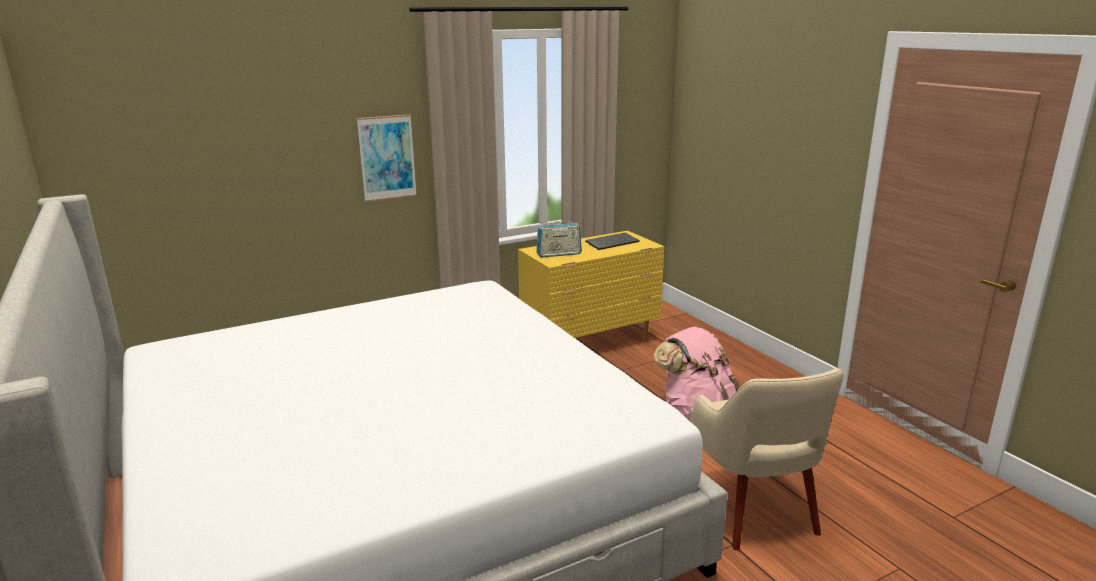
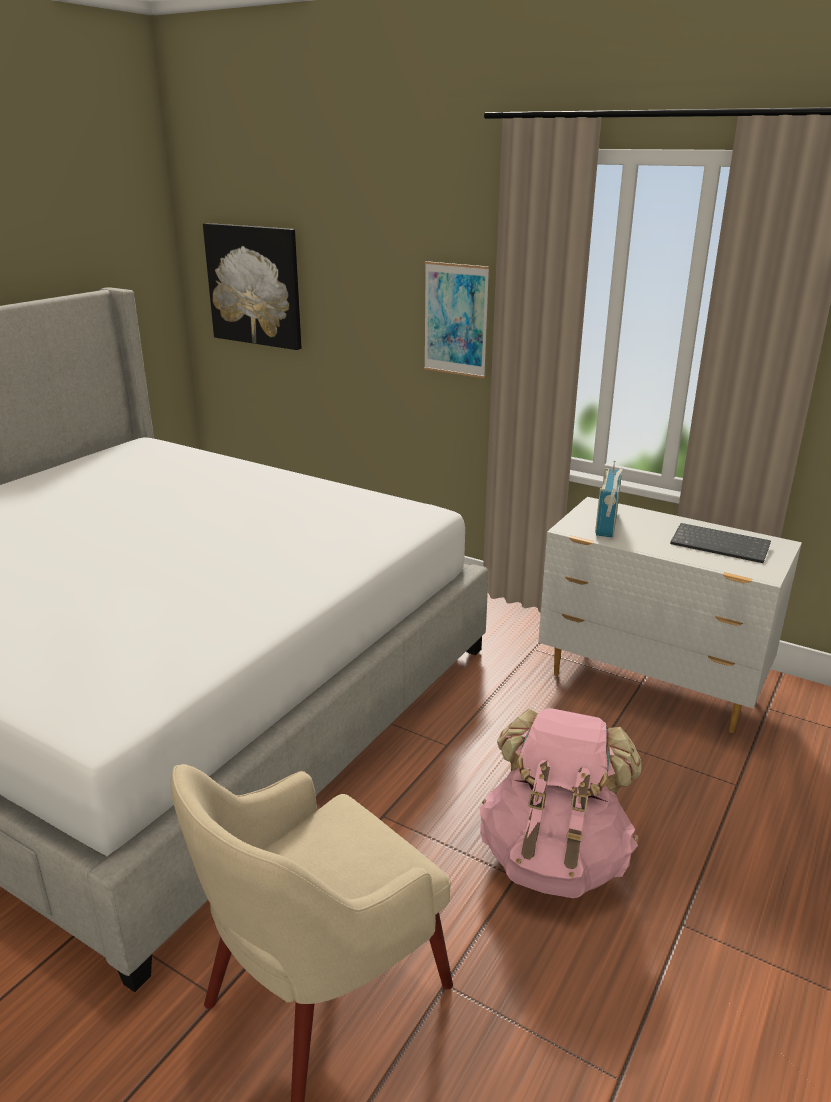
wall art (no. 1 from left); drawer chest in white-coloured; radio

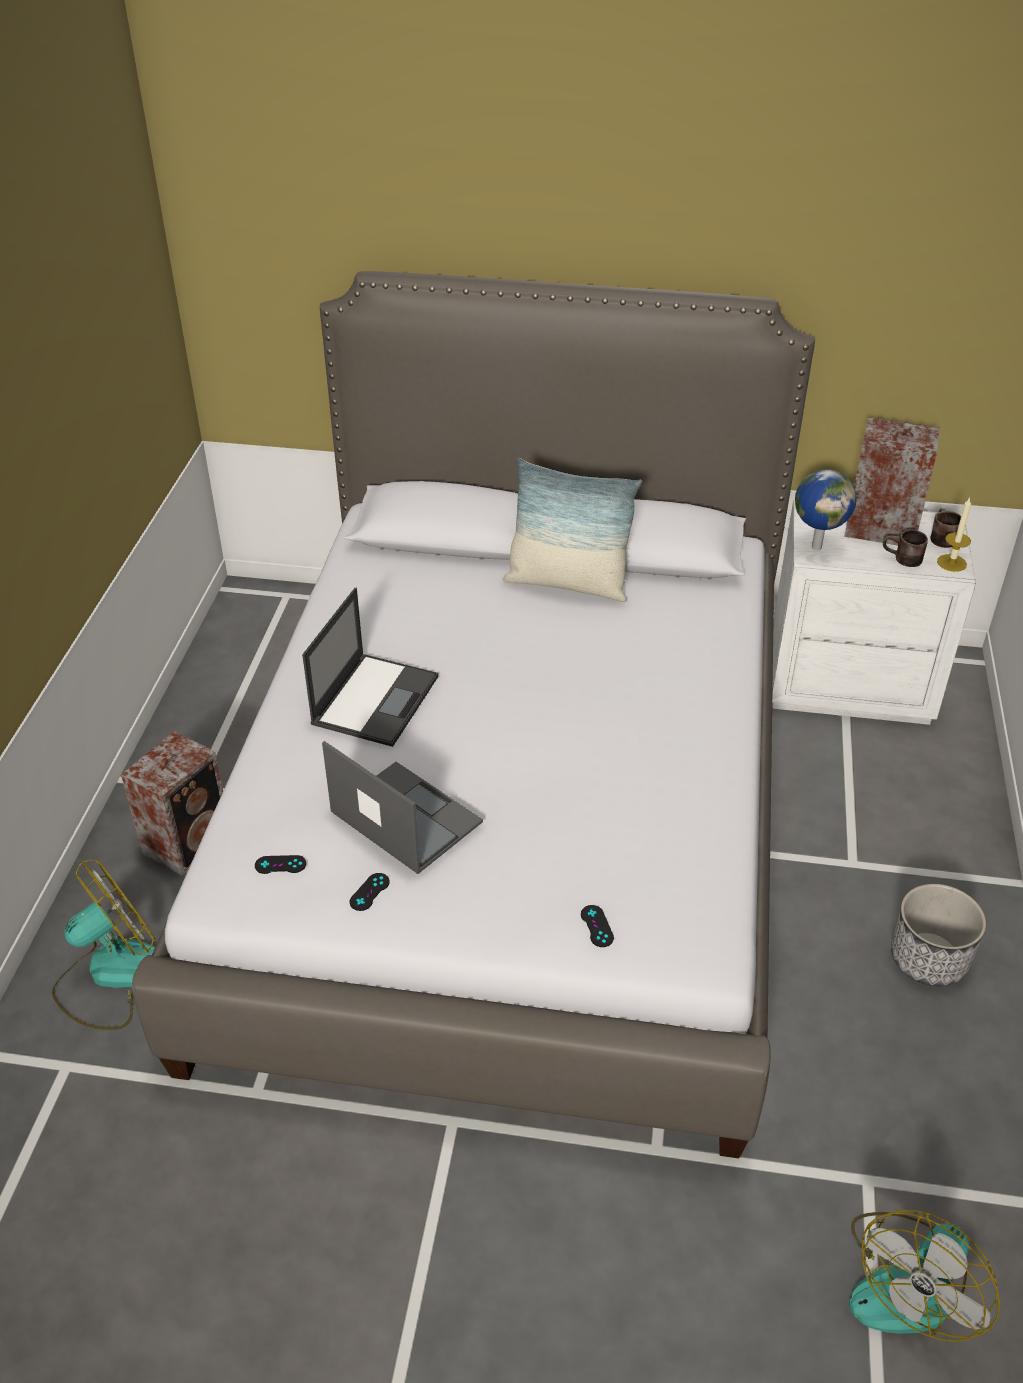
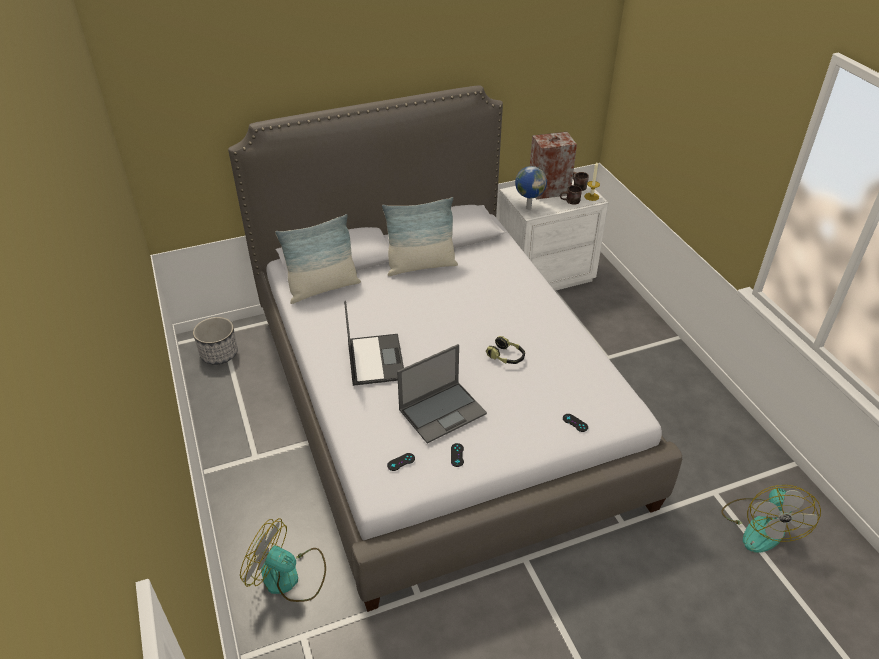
speaker (no. 1 from left in the first image); pillow (no. 1 from left); headphones; plant pot; fan (no. 1 from left); laptop (no. 2 from left)

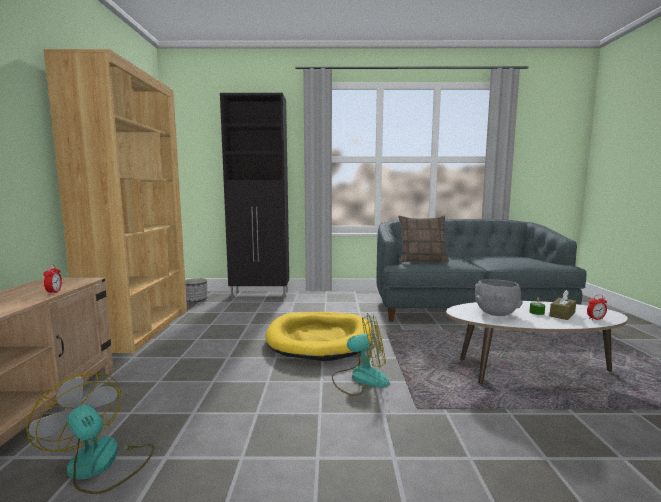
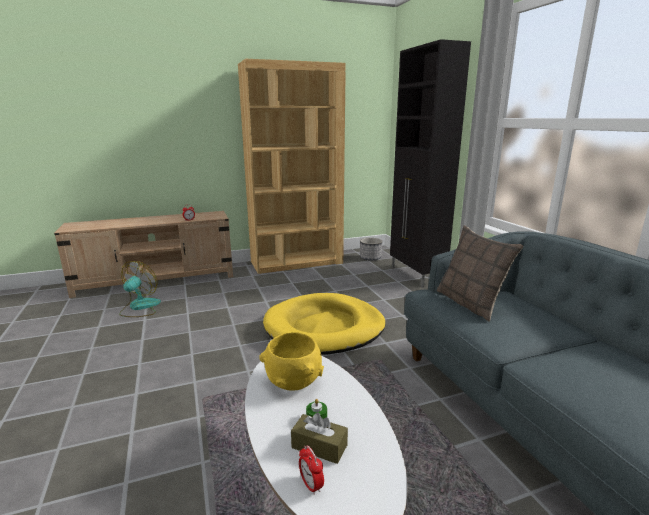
fan (no. 2 from left in the first image); deep dish in yellow

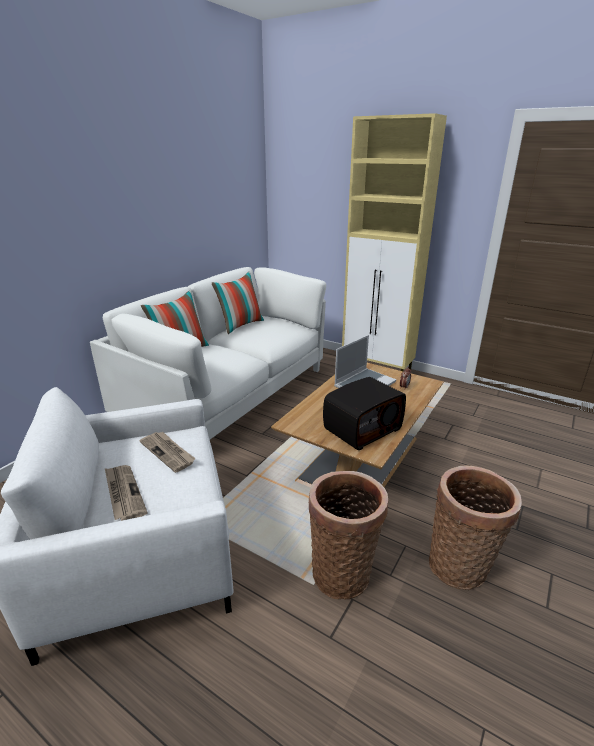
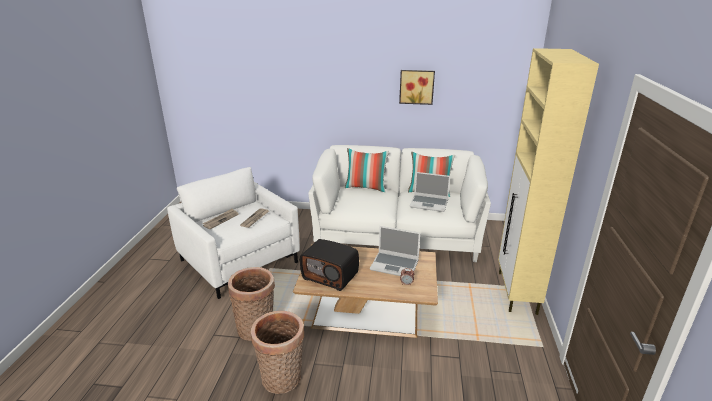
wall art; laptop (no. 2 from left)

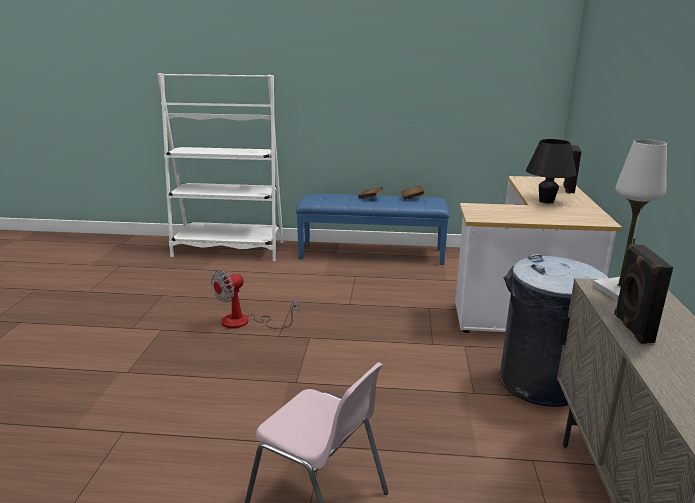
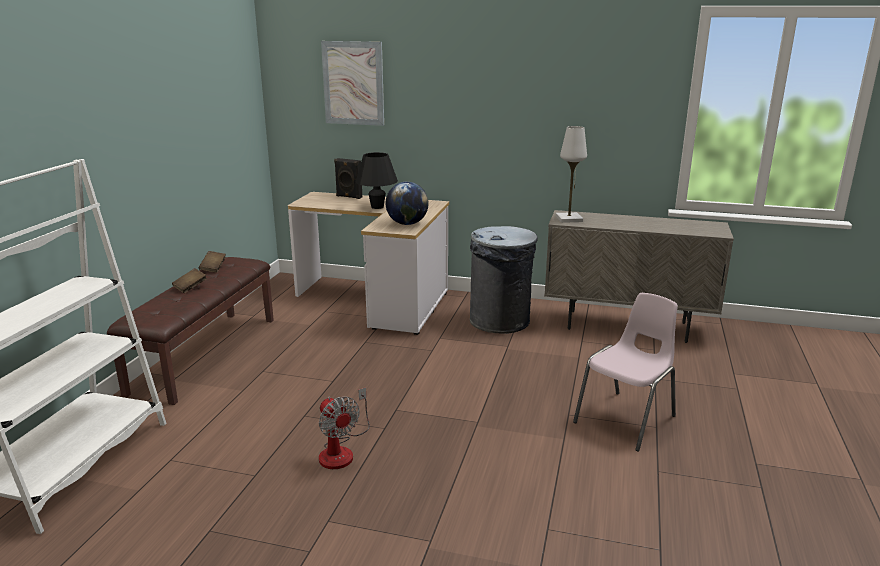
speaker in black (no. 2 from left in the first image); wall art; globe; bench in brown-coloured

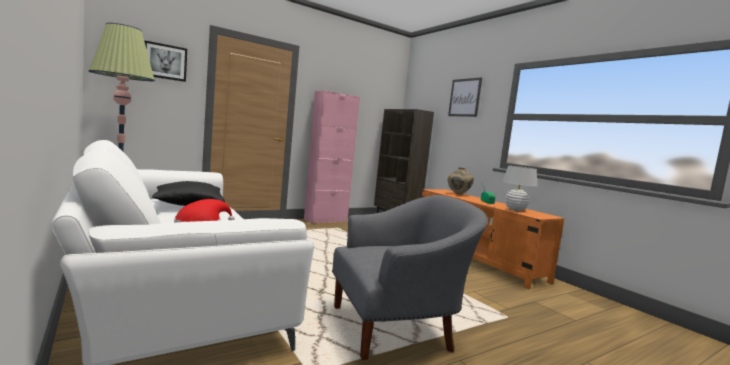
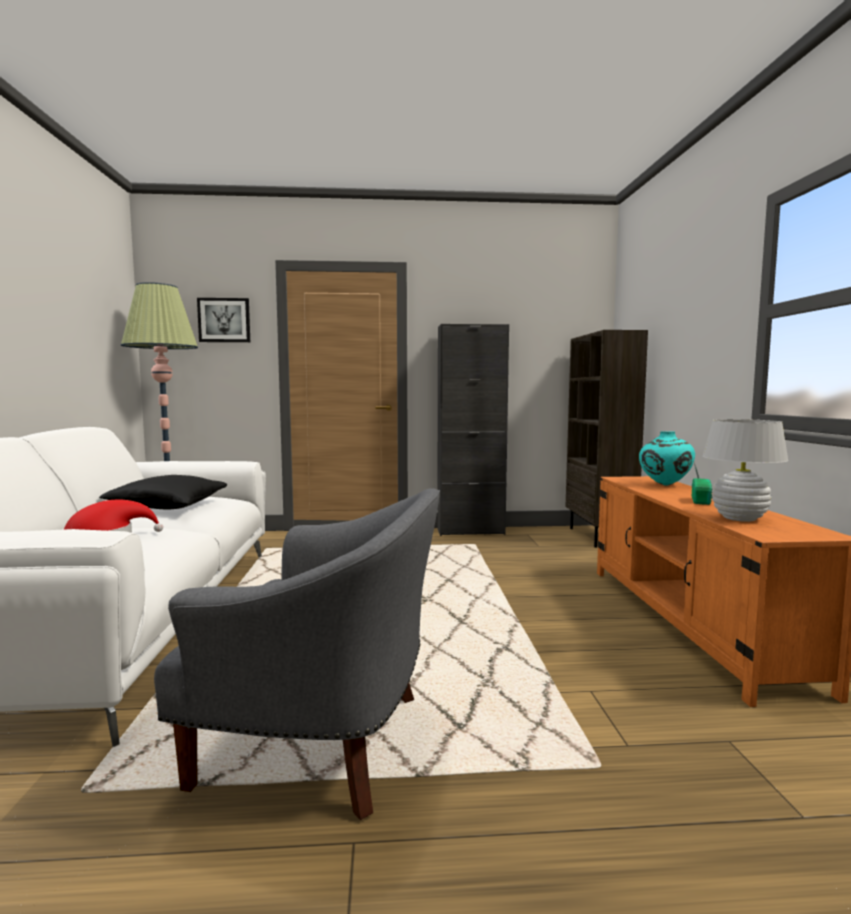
wall art (no. 2 from left in the first image); cabinet in black; vase in blue-green

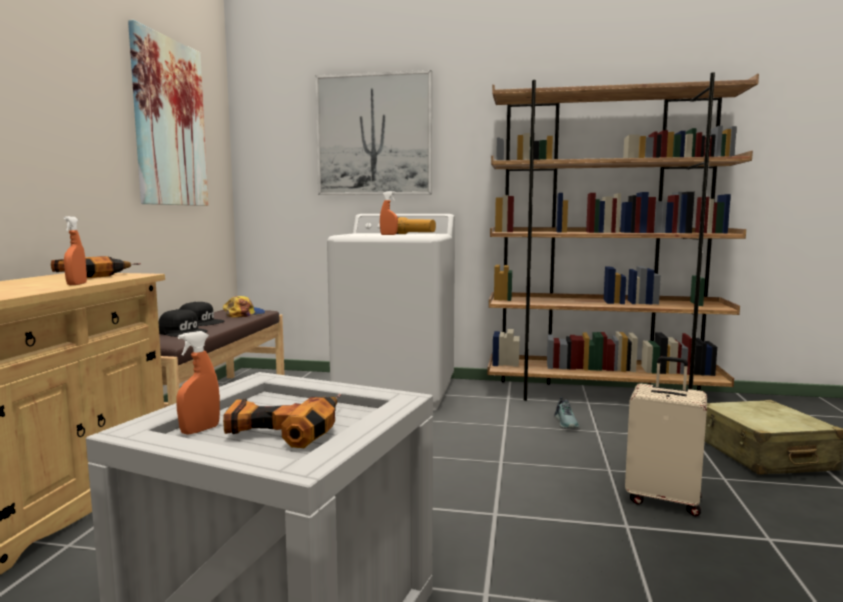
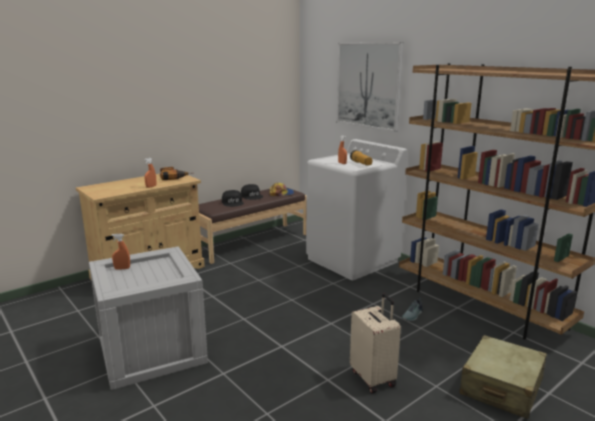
wall art (no. 1 from left in the first image); drill (no. 2 from left in the first image)

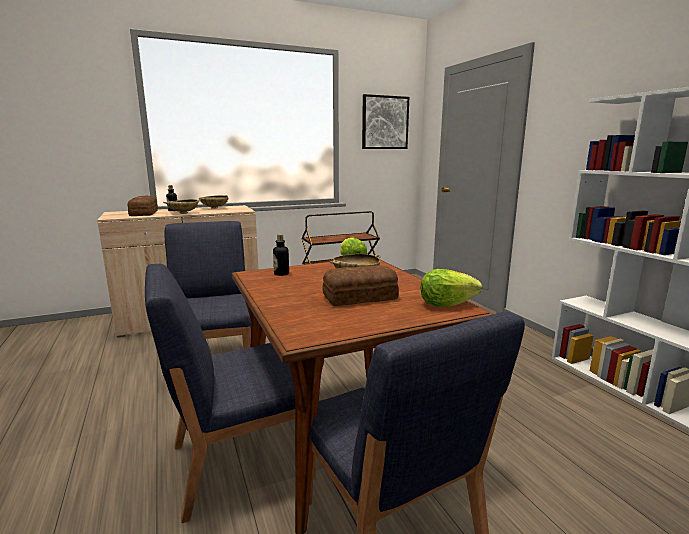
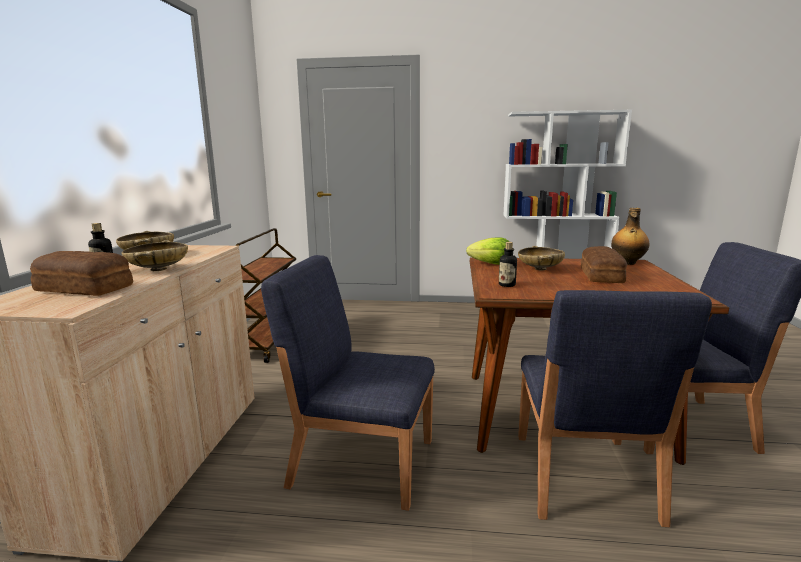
wall art; beverage bottle (no. 3 from left)

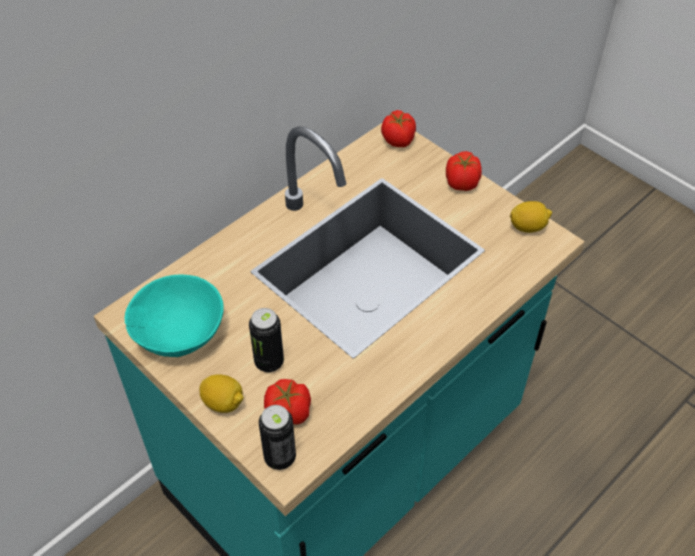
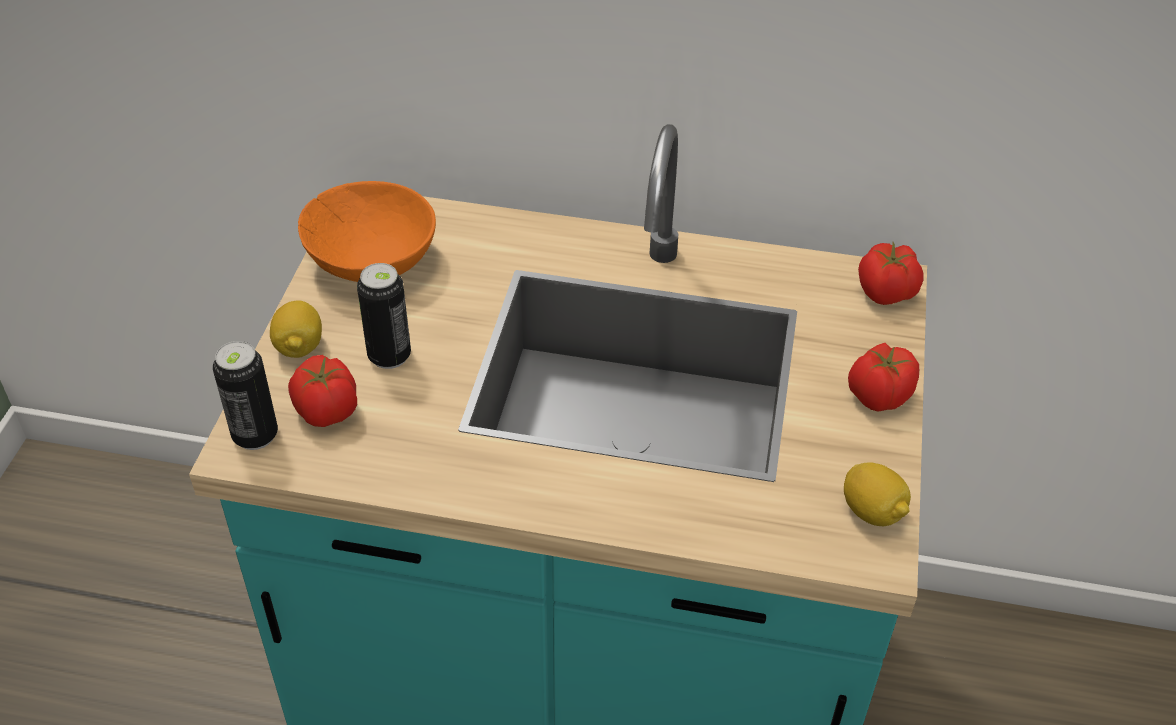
deep dish in orange-coloured

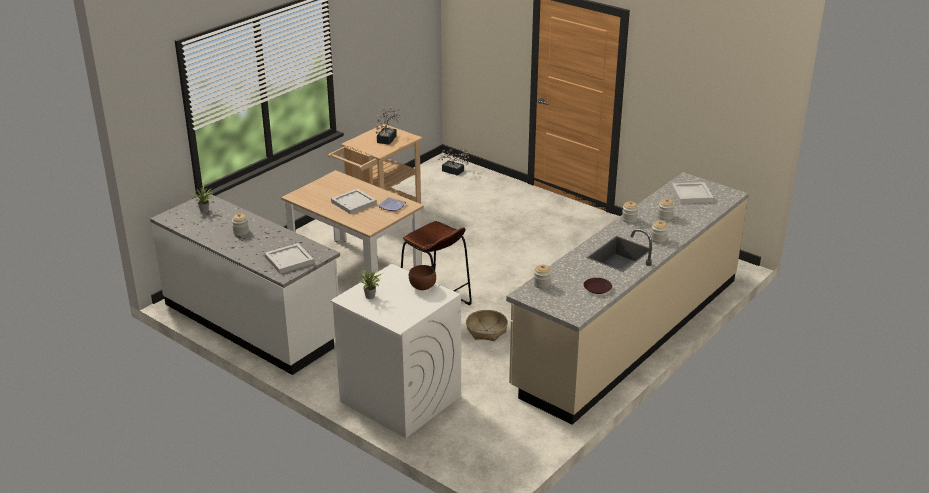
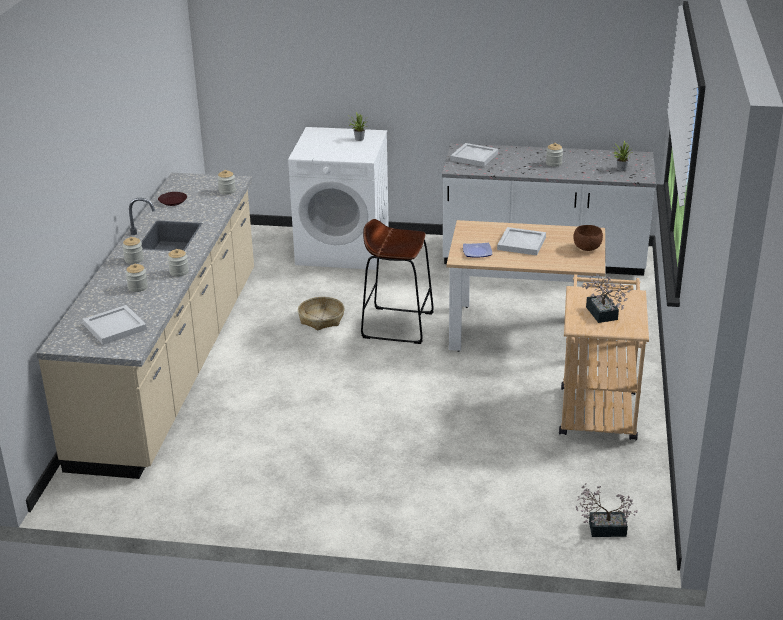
deep dish in brown-coloured

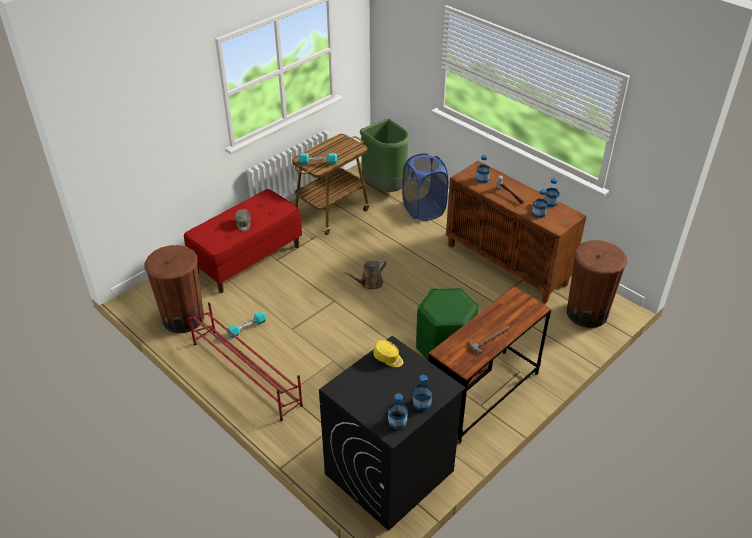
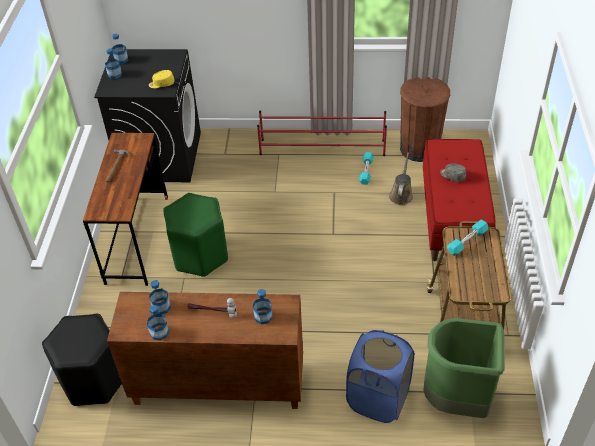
watering can in brown-coloured; stool seat in black

